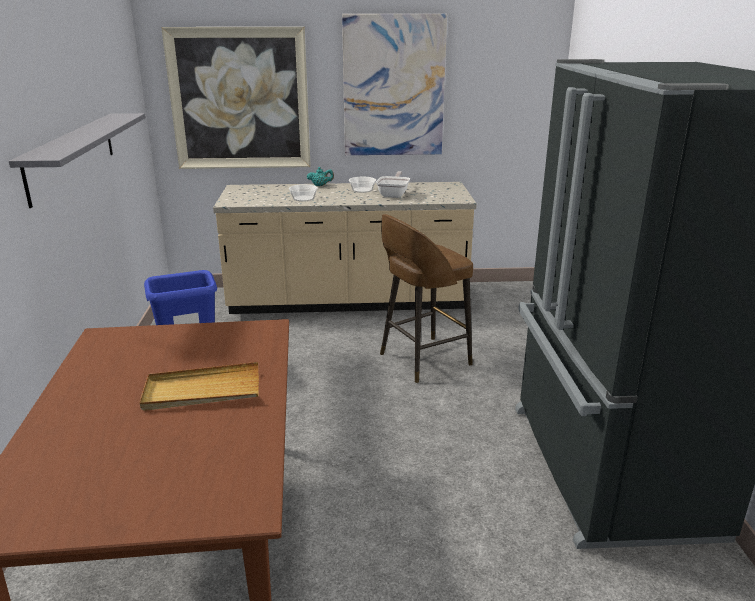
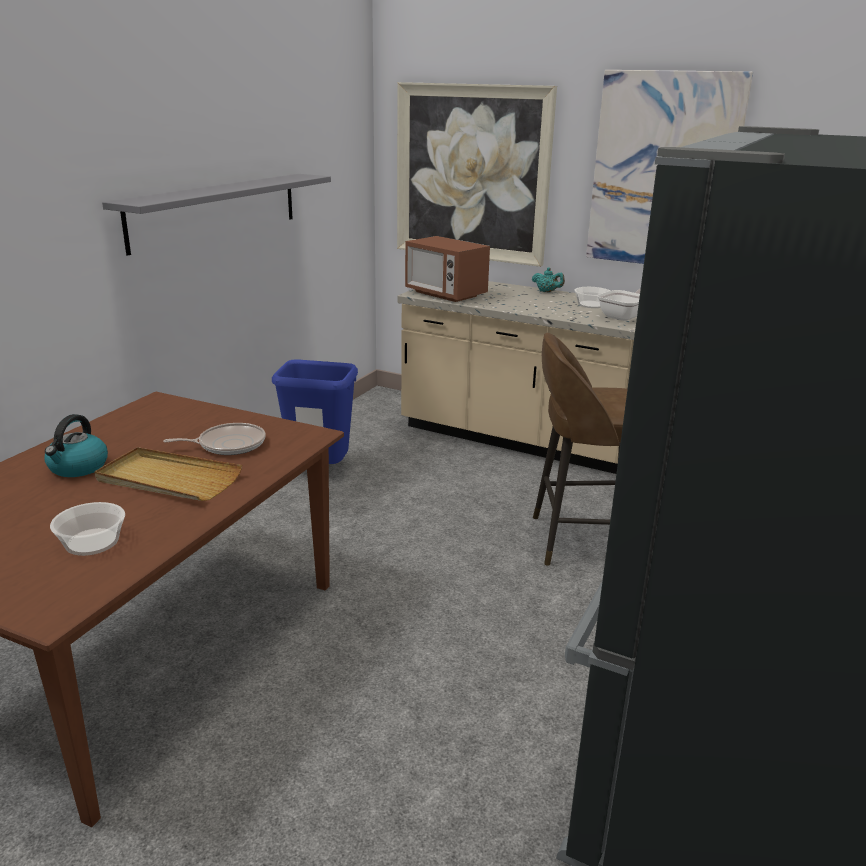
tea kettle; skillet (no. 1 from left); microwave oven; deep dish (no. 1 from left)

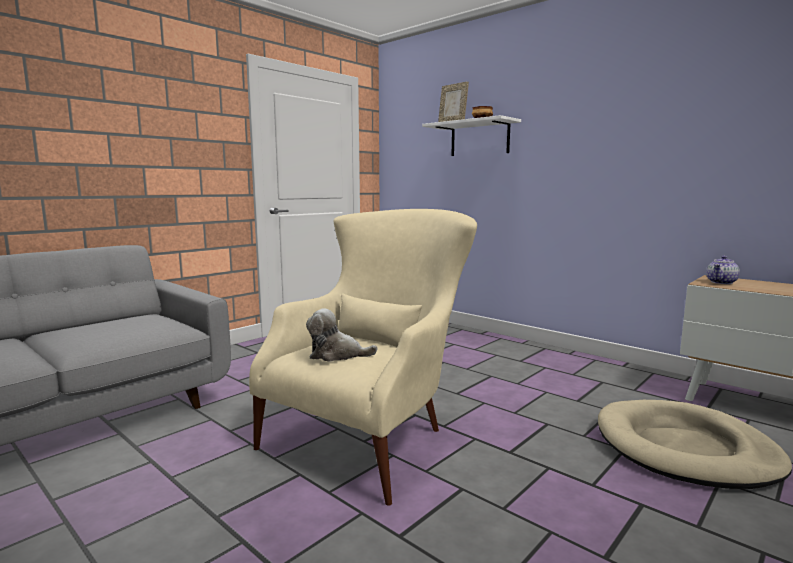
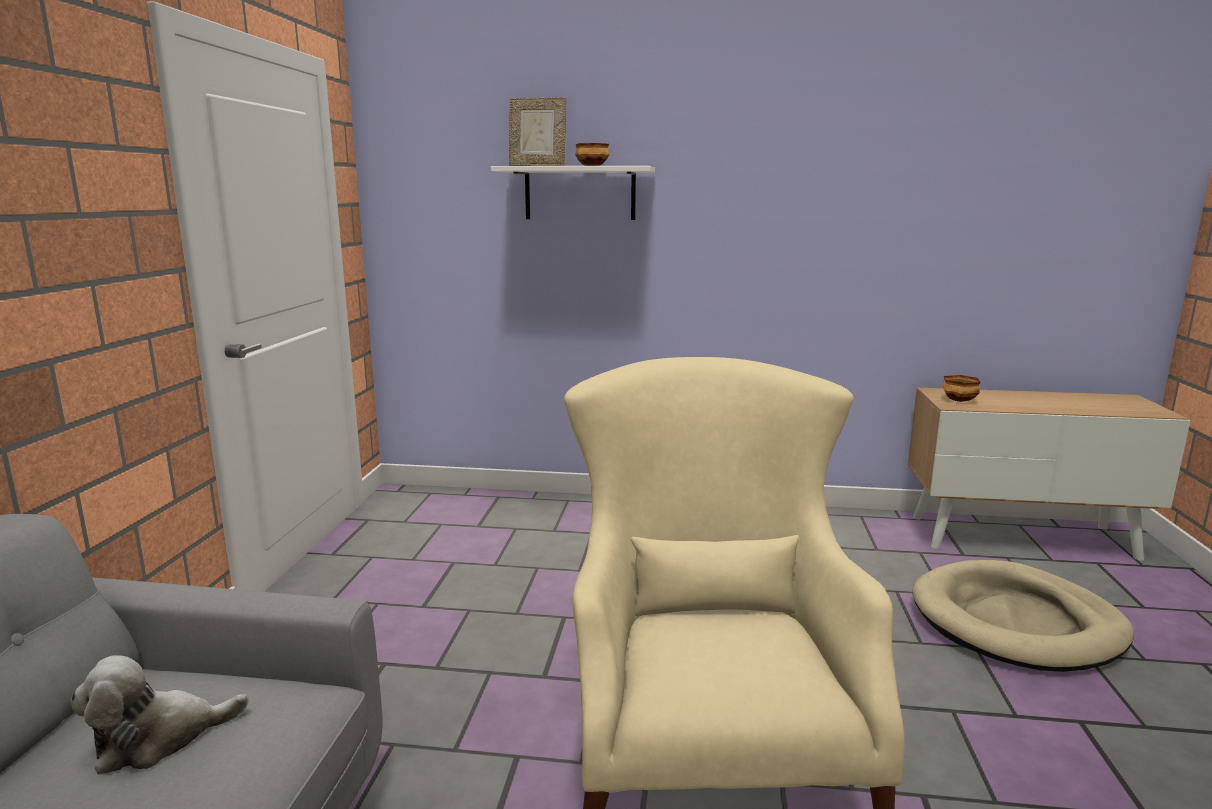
soft toy; deep dish (no. 2 from left)

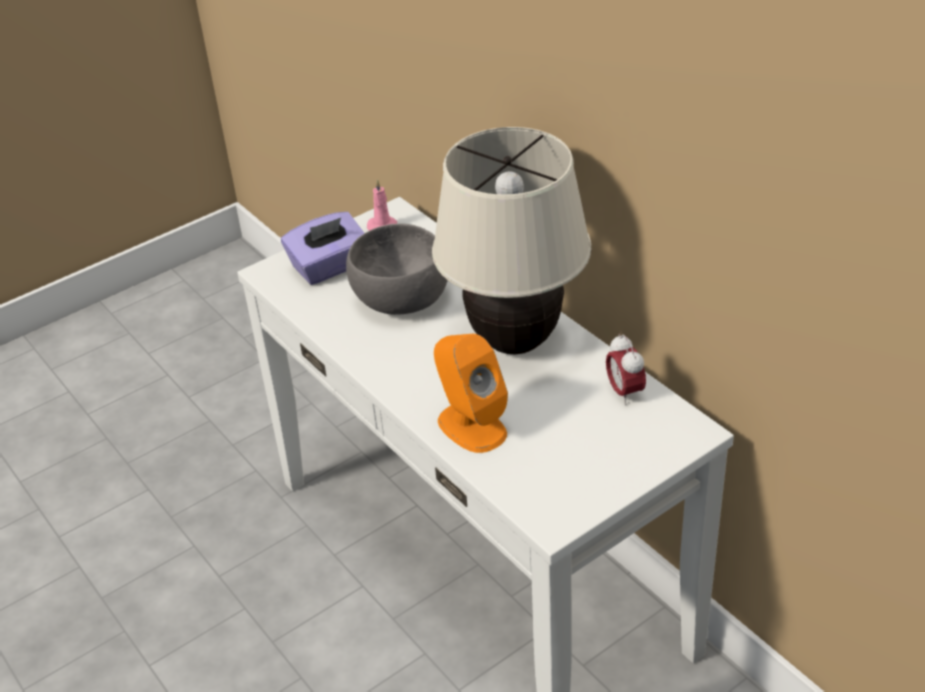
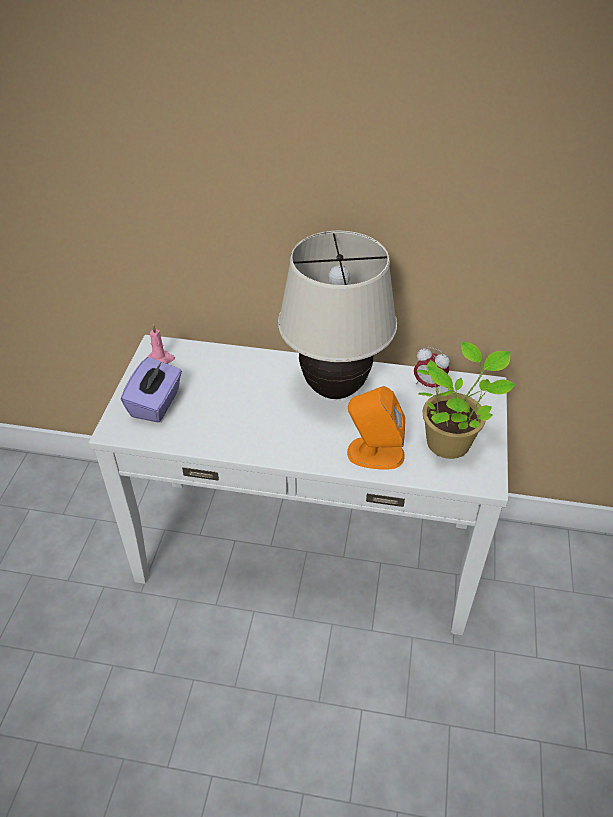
deep dish in greyish; houseplant

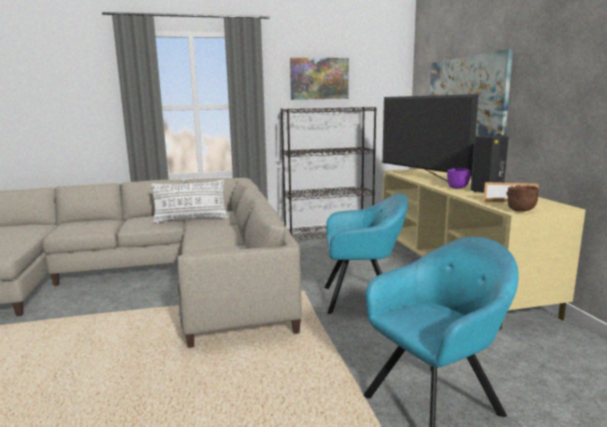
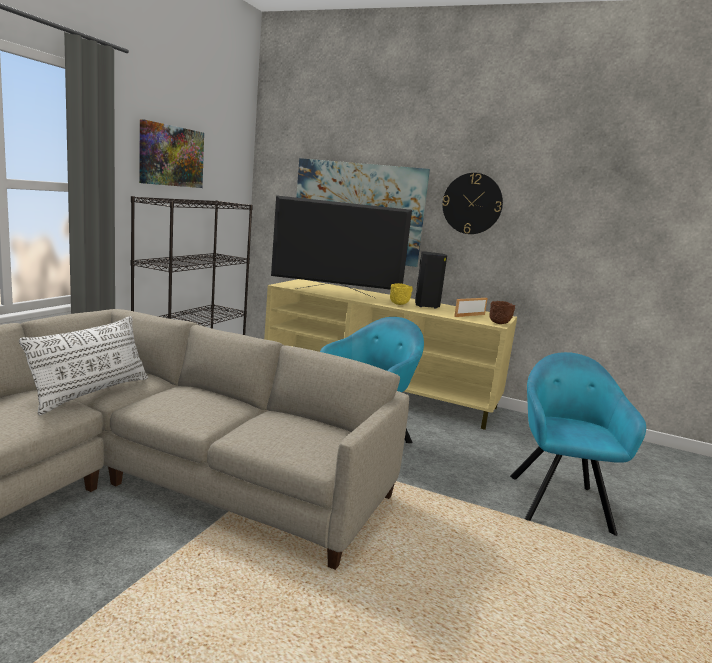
clock on the wall; deep dish in yellow

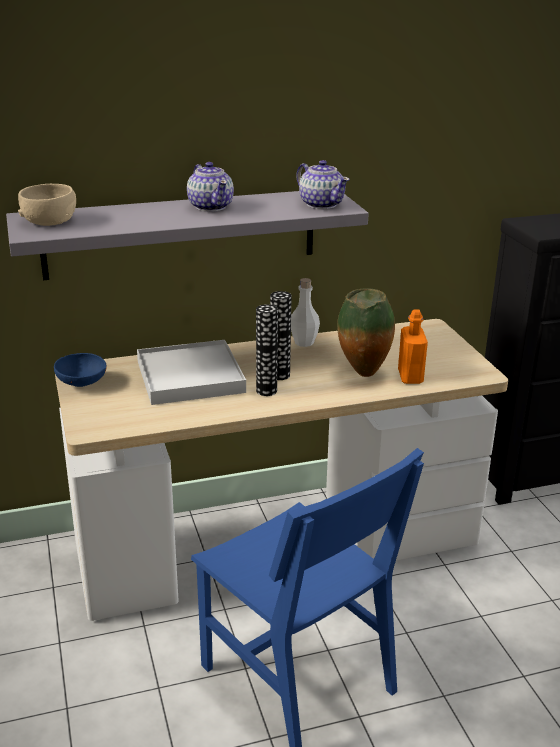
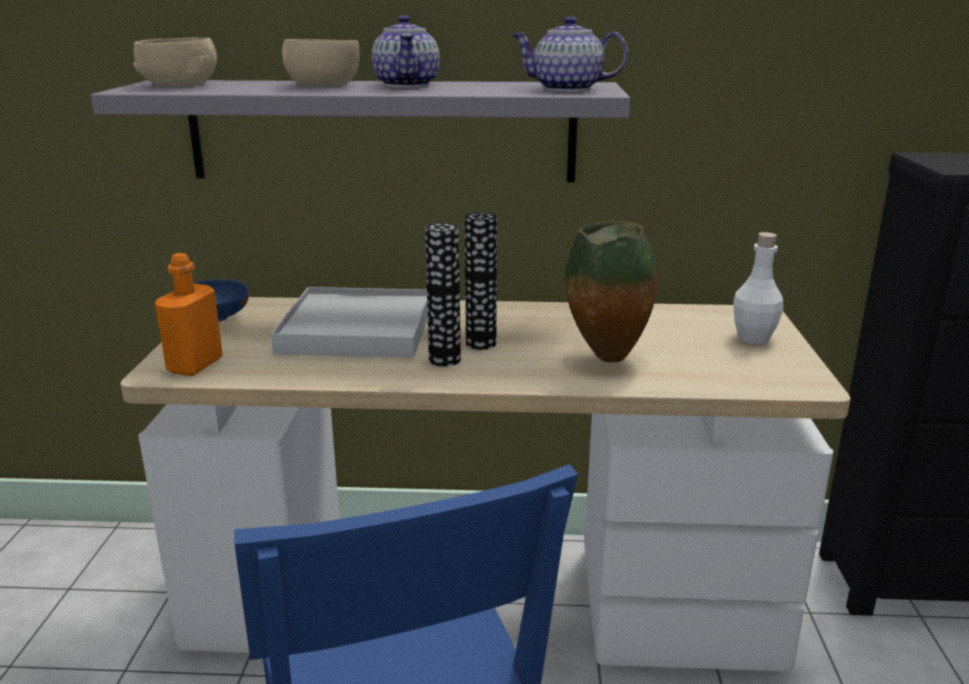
deep dish in sand-coloured (no. 2 from left); beverage bottle in white-coloured; beverage bottle in orange-coloured; tea pot (no. 2 from left)

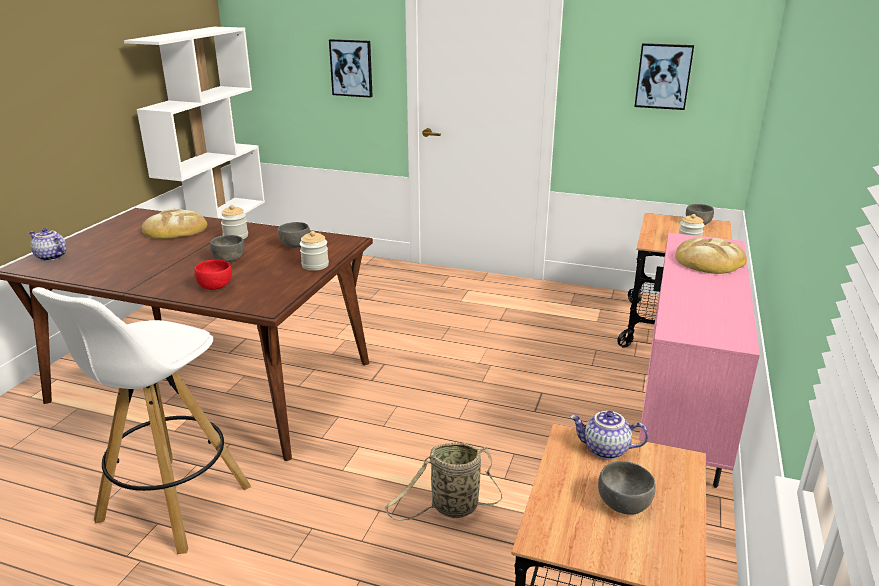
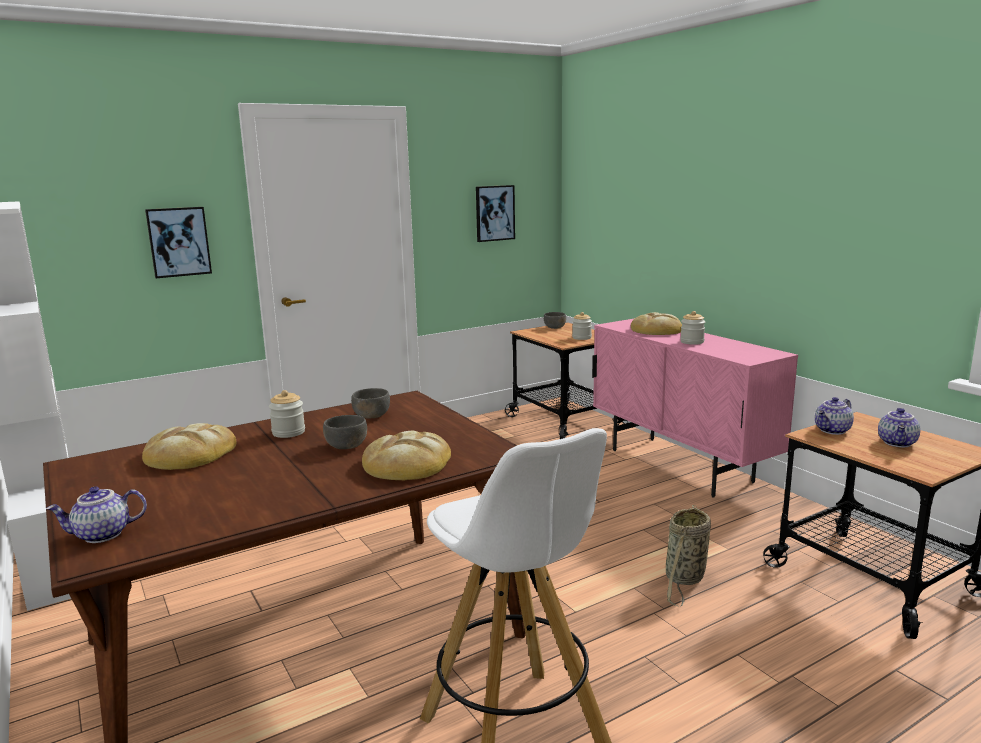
storage jar (no. 3 from left); bakery bread (no. 2 from left); tea pot (no. 3 from left)

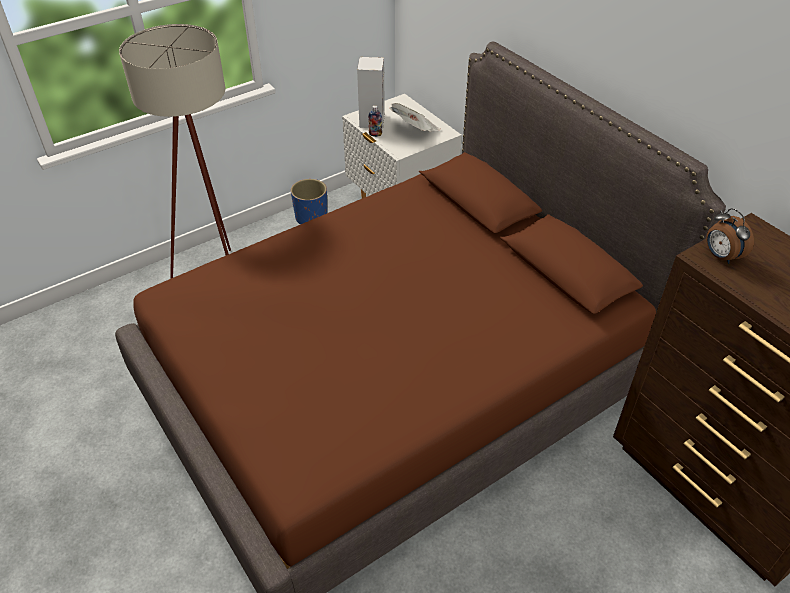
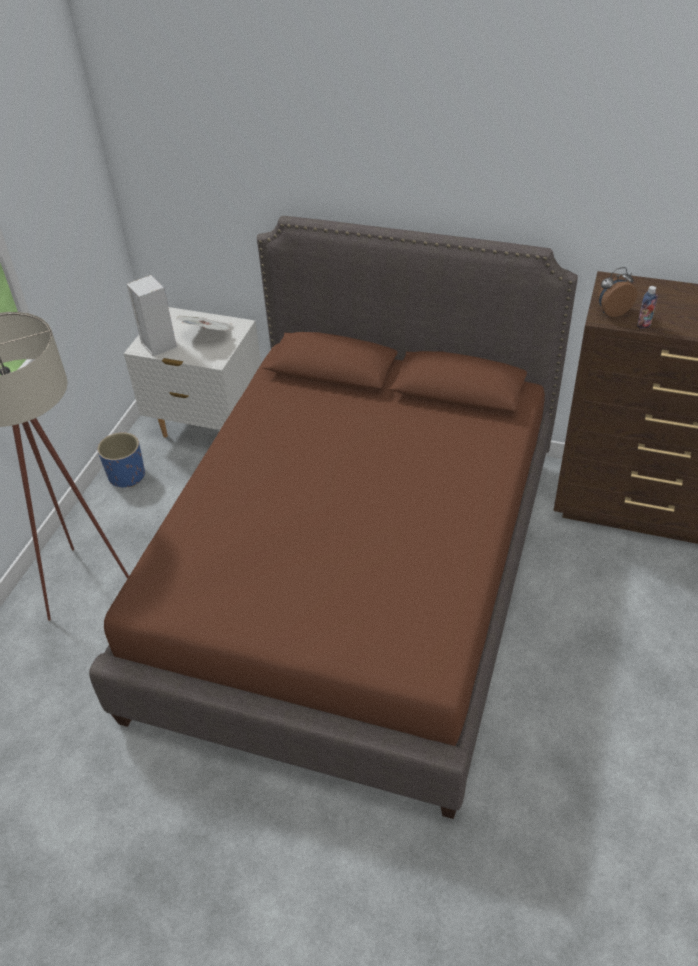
beverage bottle; table clock

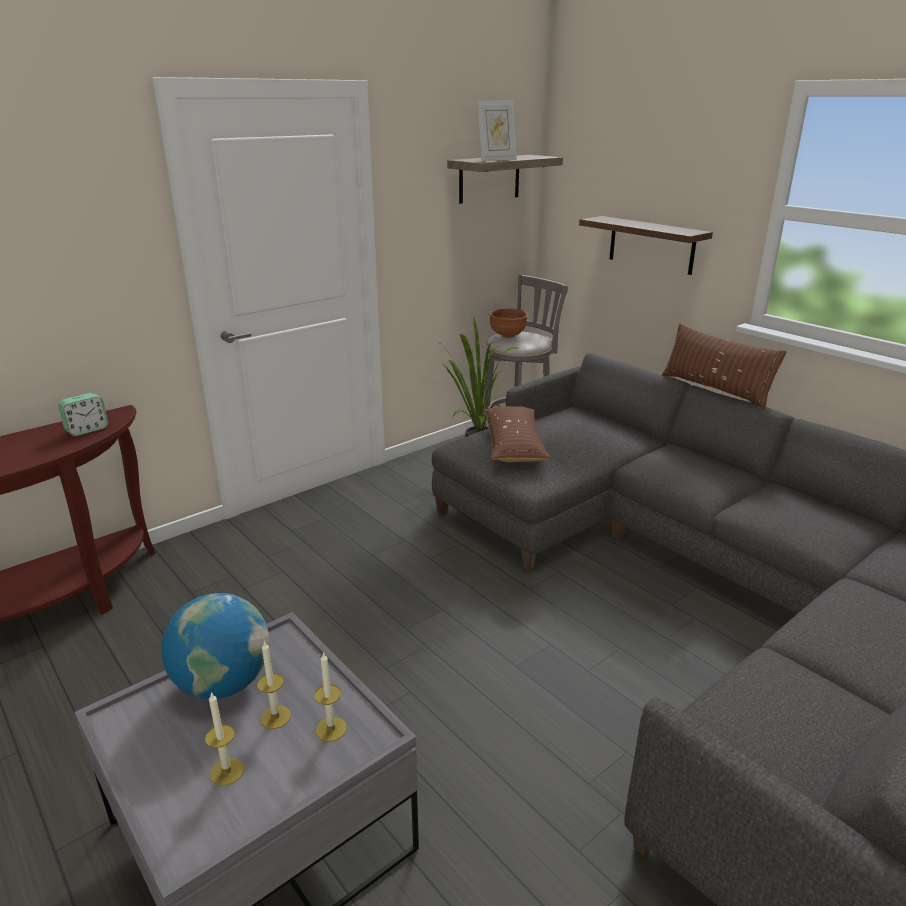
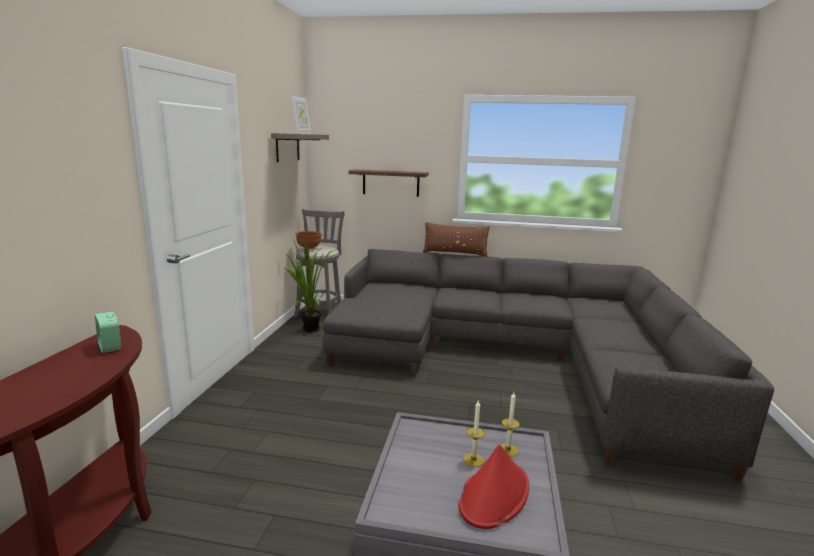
globe; pillow in brown-coloured (no. 1 from left in the first image); wearable hat in red; table clock

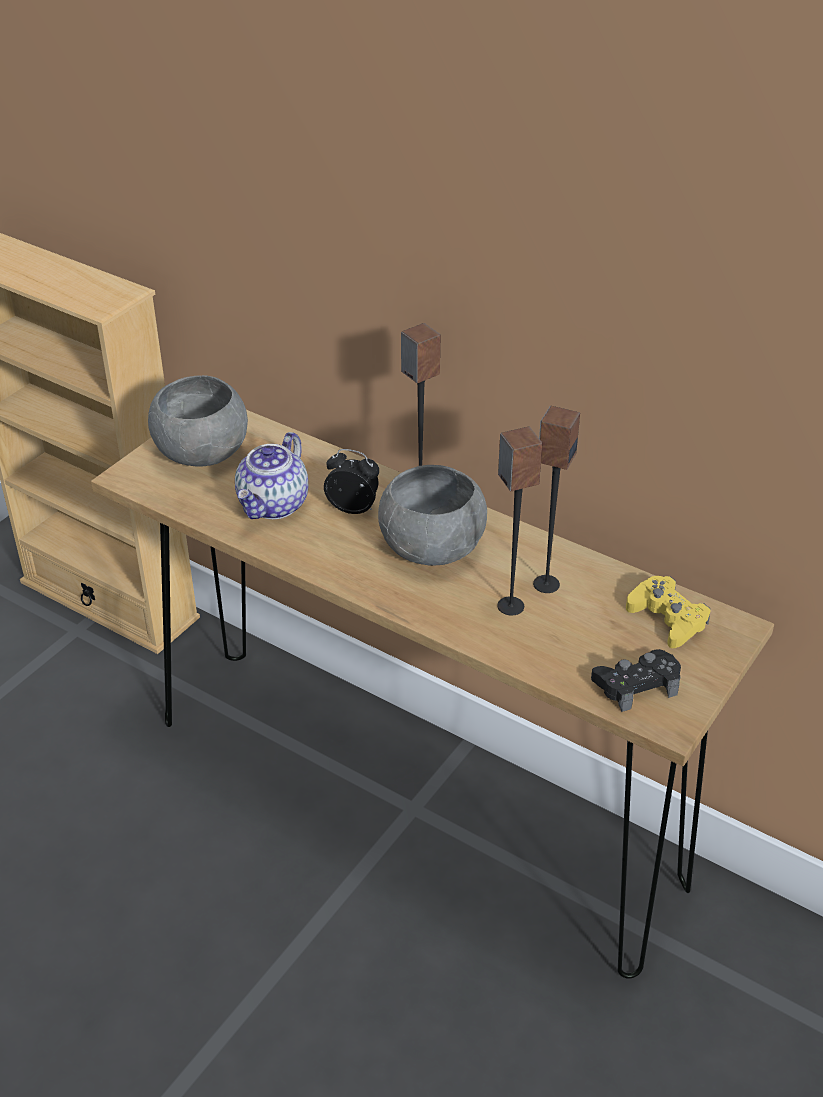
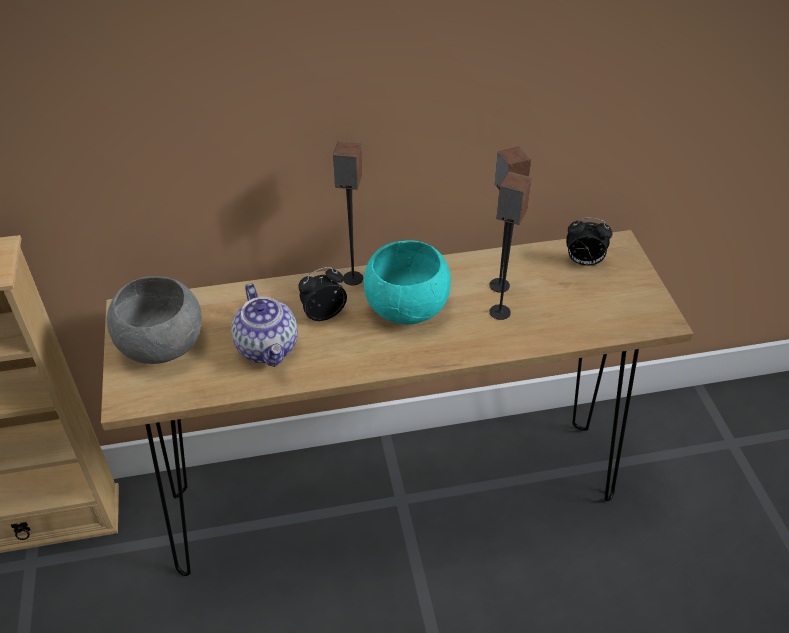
joypad in black; table clock (no. 2 from left); deep dish in blue-green

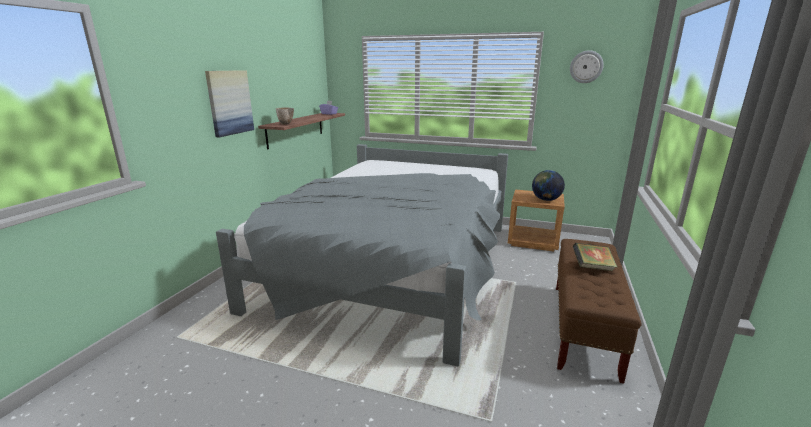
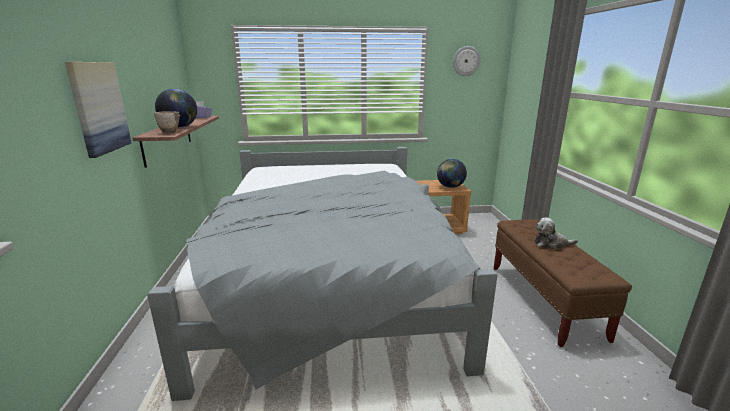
globe (no. 1 from left); soft toy

